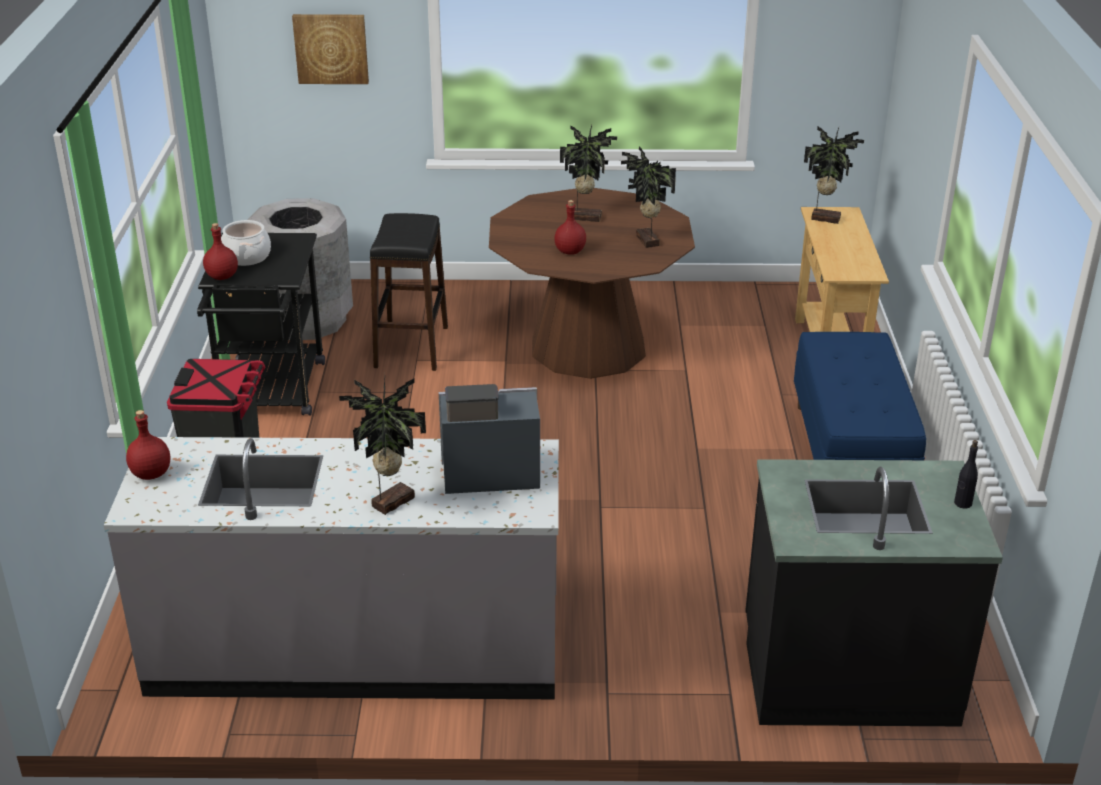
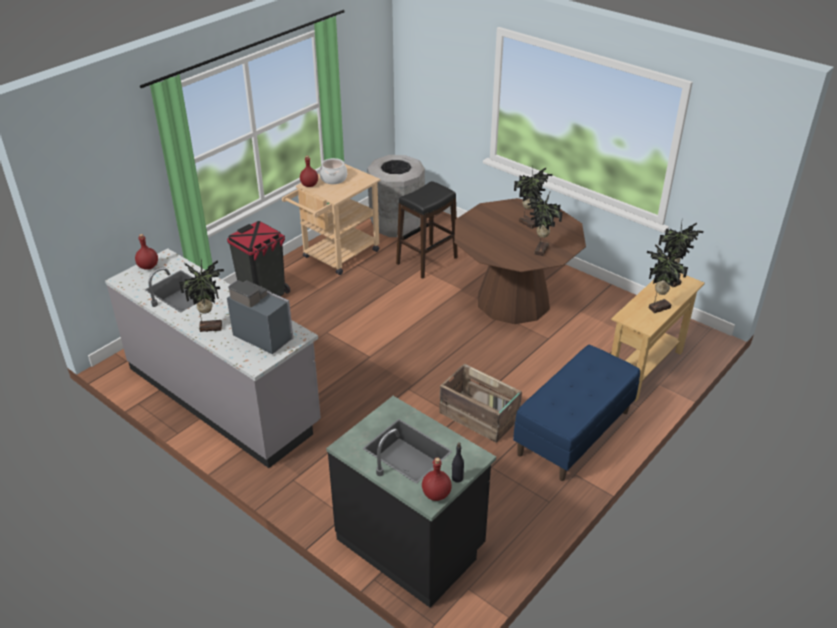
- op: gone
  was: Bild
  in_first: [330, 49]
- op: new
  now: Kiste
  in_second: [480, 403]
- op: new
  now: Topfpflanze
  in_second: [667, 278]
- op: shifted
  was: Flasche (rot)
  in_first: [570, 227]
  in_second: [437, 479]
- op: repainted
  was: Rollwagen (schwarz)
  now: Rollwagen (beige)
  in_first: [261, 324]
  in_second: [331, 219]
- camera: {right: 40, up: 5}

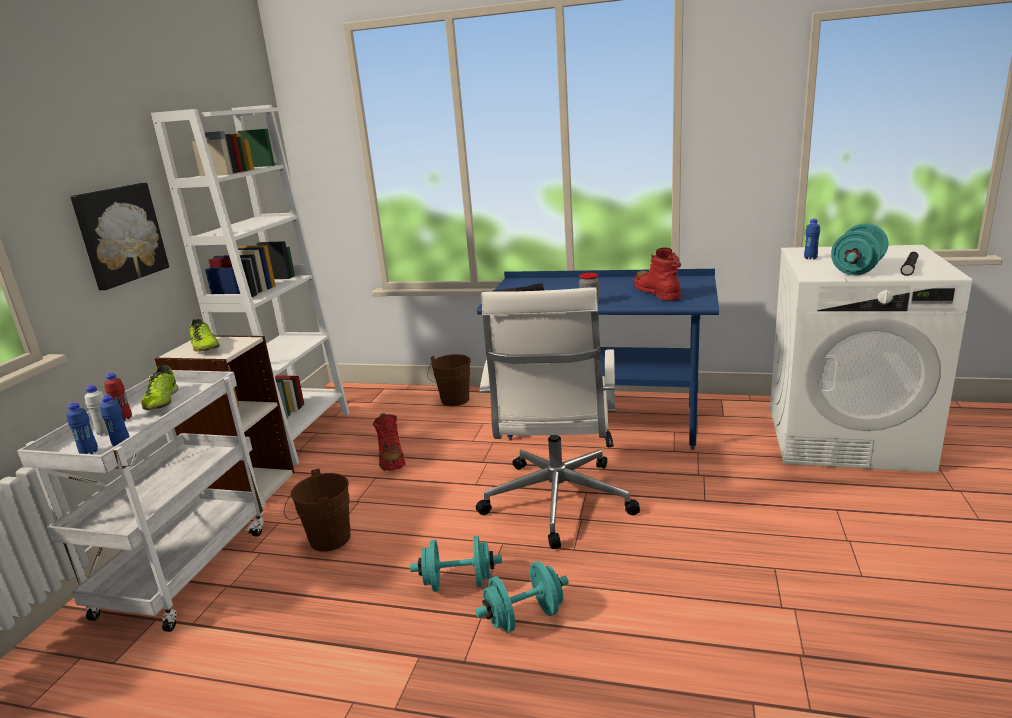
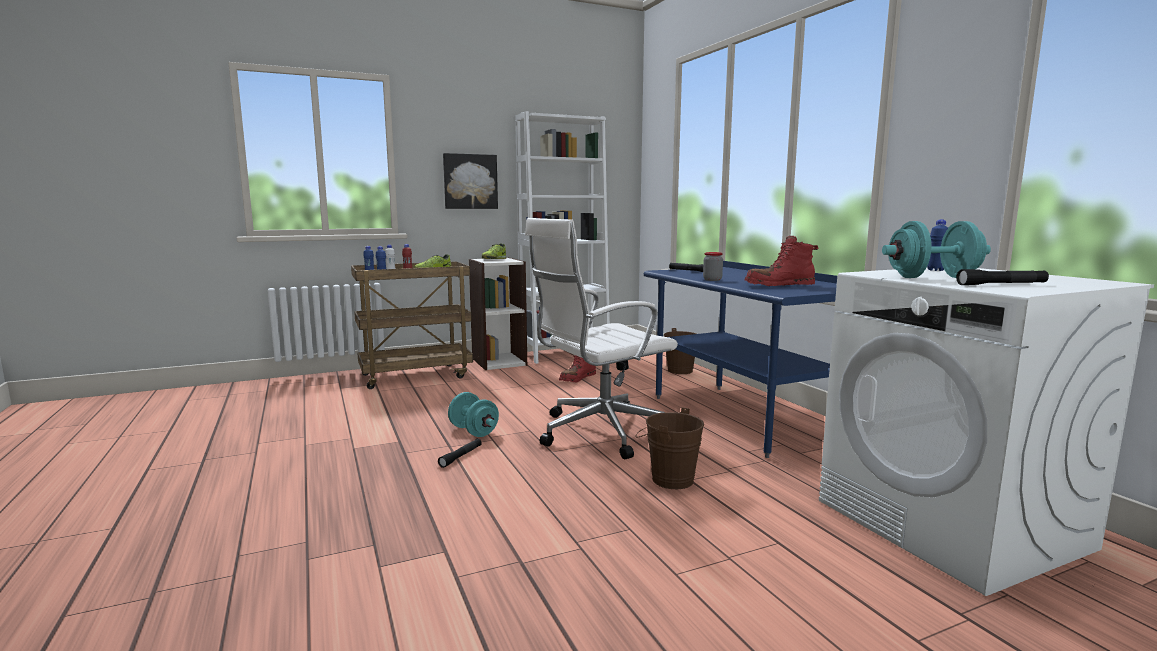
- op: shifted
  was: Eimer (braun)
  in_first: [317, 510]
  in_second: [669, 448]
- op: swapped
  was: Hantel (türkis)
  now: Taschenlampe (schwarz)
  in_first: [522, 597]
  in_second: [460, 453]
- op: repainted
  was: Rollwagen (weiß)
  now: Rollwagen (braun)
  in_first: [141, 501]
  in_second: [412, 325]
- op: rotated
  was: Stiefel (rot)
  in_first: [657, 274]
  in_second: [782, 261]
  clockwise: -135
- camera: {right: 50, up: -10}

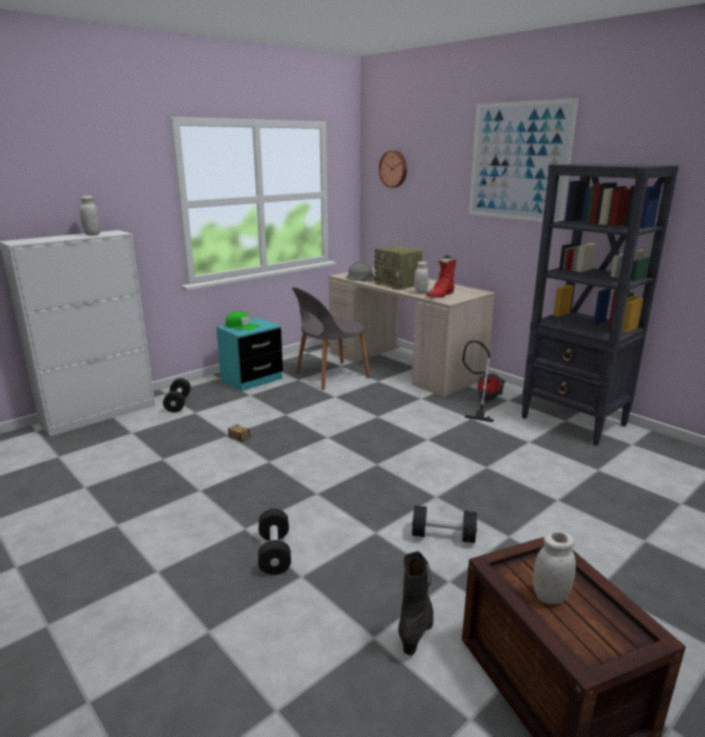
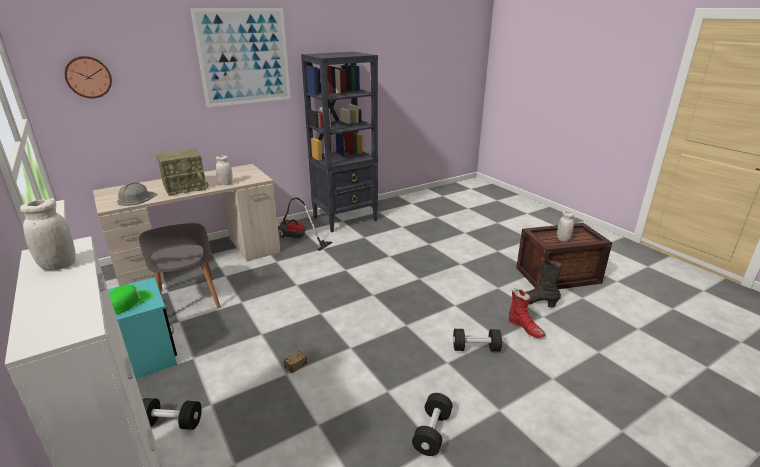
- op: shifted
  was: Hantel (schwarz)
  in_first: [445, 524]
  in_second: [432, 424]
- op: shifted
  was: Stiefel (rot)
  in_first: [441, 276]
  in_second: [527, 313]
- camera: {right: -80, up: 5}

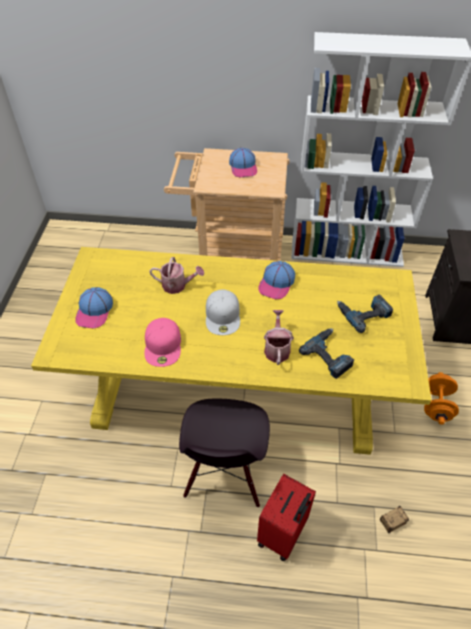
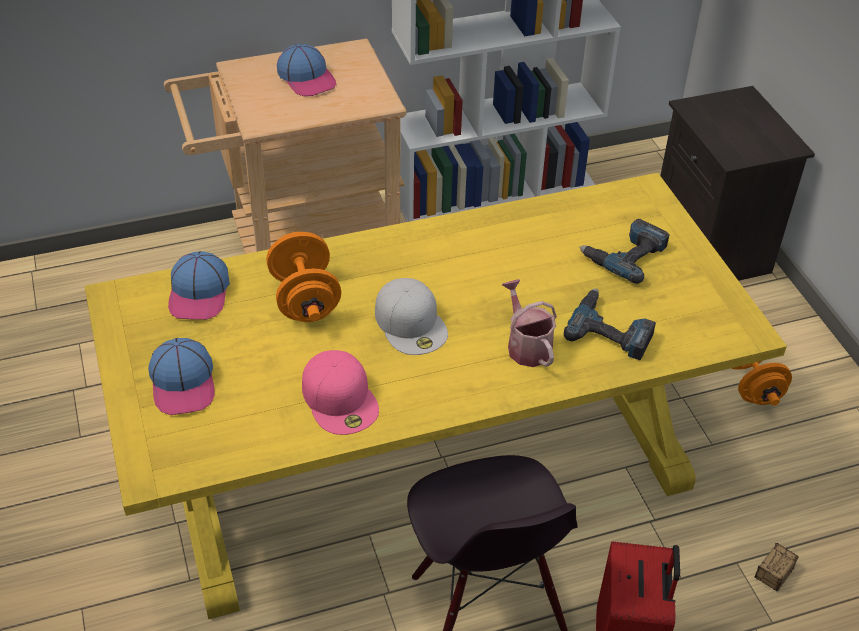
- op: shifted
  was: Kappe
  in_first: [276, 280]
  in_second: [199, 285]
- op: swapped
  was: Gießkanne
  now: Hantel (orange)
  in_first: [176, 275]
  in_second: [303, 277]
- camera: {right: -25, up: -5}

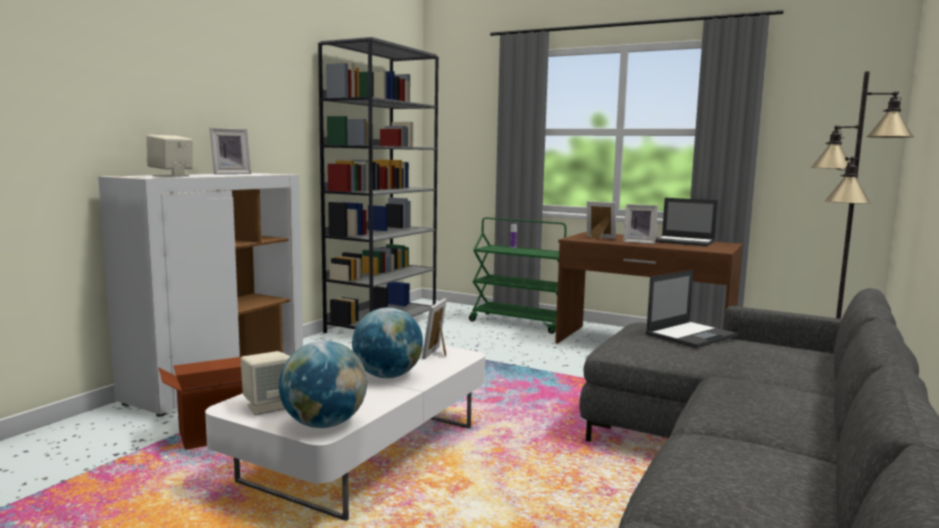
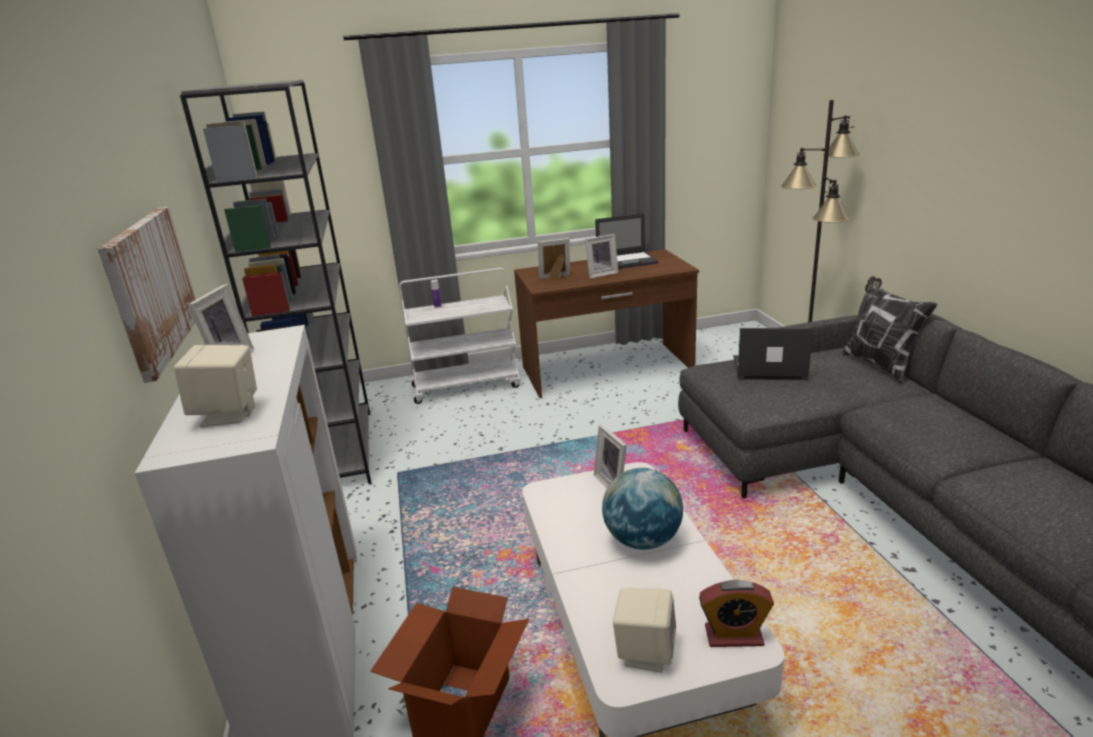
- op: new
  now: Bild
  in_second: [147, 295]
- op: new
  now: Kissen
  in_second: [890, 330]
- op: swapped
  was: Globus
  now: Wecker
  in_first: [323, 384]
  in_second: [736, 613]
- op: repainted
  was: Rollwagen (grün)
  now: Rollwagen (weiß)
  in_first: [518, 275]
  in_second: [459, 336]
- op: rotated
  was: Laptop
  in_first: [692, 309]
  in_second: [773, 354]
  clockwise: -90
- camera: {right: -40, up: 15}

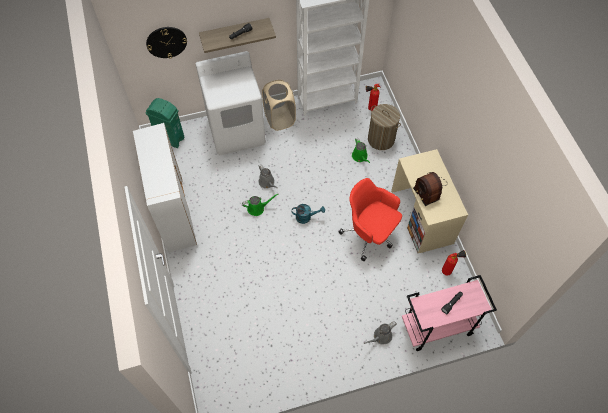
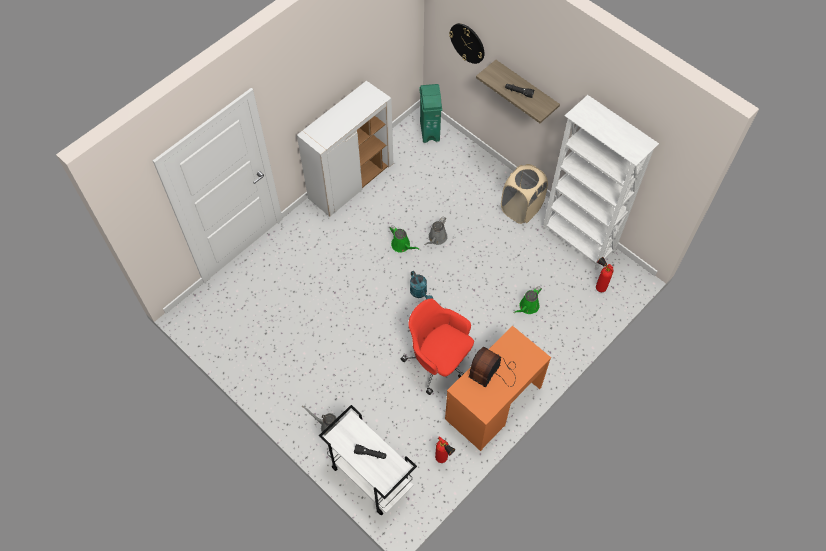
- op: gone
  was: Waschmaschine (weiß)
  in_first: [230, 103]
- op: gone
  was: Wäschekorb
  in_first: [384, 127]
- op: repainted
  was: Schreibtisch (beige)
  now: Schreibtisch (orange)
  in_first: [429, 201]
  in_second: [498, 388]
- op: repainted
  was: Rollwagen (rosa)
  now: Rollwagen (weiß)
  in_first: [449, 313]
  in_second: [368, 460]
- op: rotated
  was: Bürostuhl (rot)
  in_first: [370, 219]
  in_second: [437, 346]
  clockwise: -60
- camera: {right: 60, up: 0}

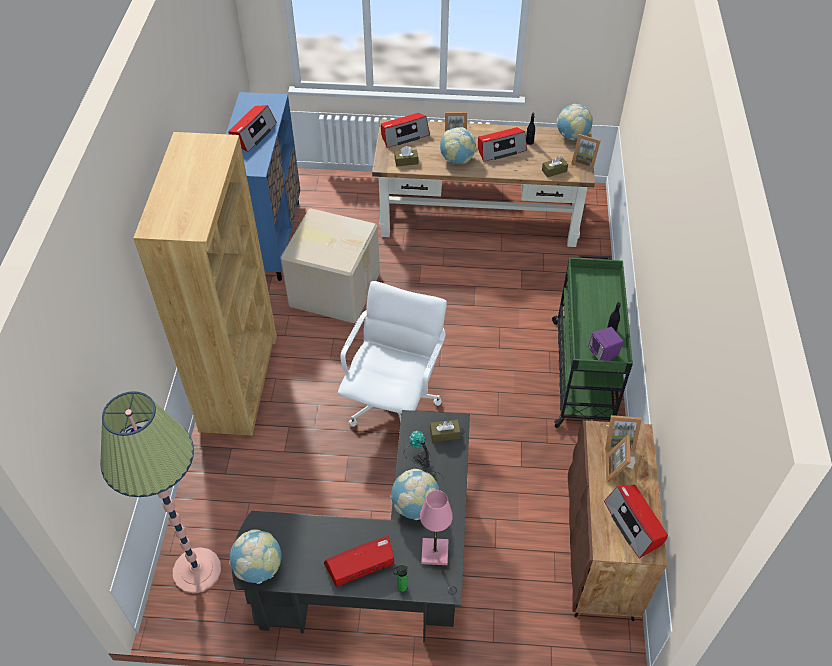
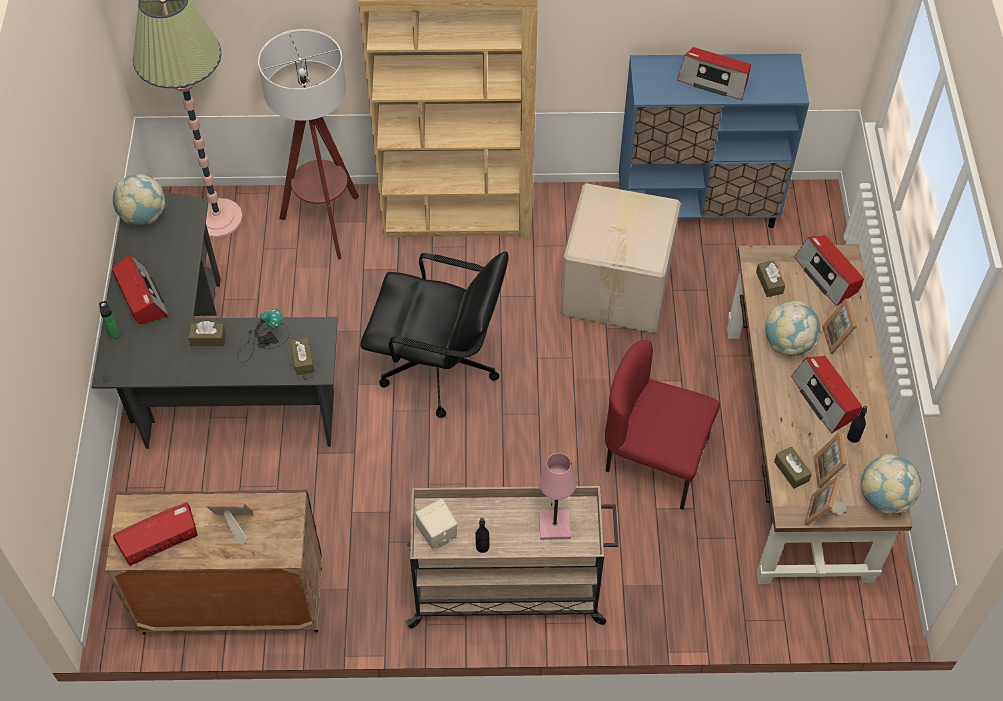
- op: new
  now: Stehlampe
  in_second: [308, 144]
- op: new
  now: Stuhl (rot)
  in_second: [662, 425]
- op: shifted
  was: Tischlampe (rosa)
  in_first: [436, 527]
  in_second: [557, 496]
- op: shifted
  was: Bilderrahmen
  in_first: [623, 434]
  in_second: [831, 460]
- op: swapped
  was: Globus
  now: Taschentuchbox (braun)
  in_first: [414, 494]
  in_second: [207, 333]
- op: repainted
  was: Bürostuhl (weiß)
  now: Bürostuhl (schwarz)
  in_first: [392, 354]
  in_second: [434, 334]
- op: repainted
  was: Rollwagen (grün)
  now: Rollwagen (beige)
  in_first: [592, 341]
  in_second: [511, 557]
- op: repainted
  was: Lautsprecher (lila)
  now: Lautsprecher (beige)
  in_first: [606, 344]
  in_second: [436, 523]
- camera: {right: 85, up: 5}

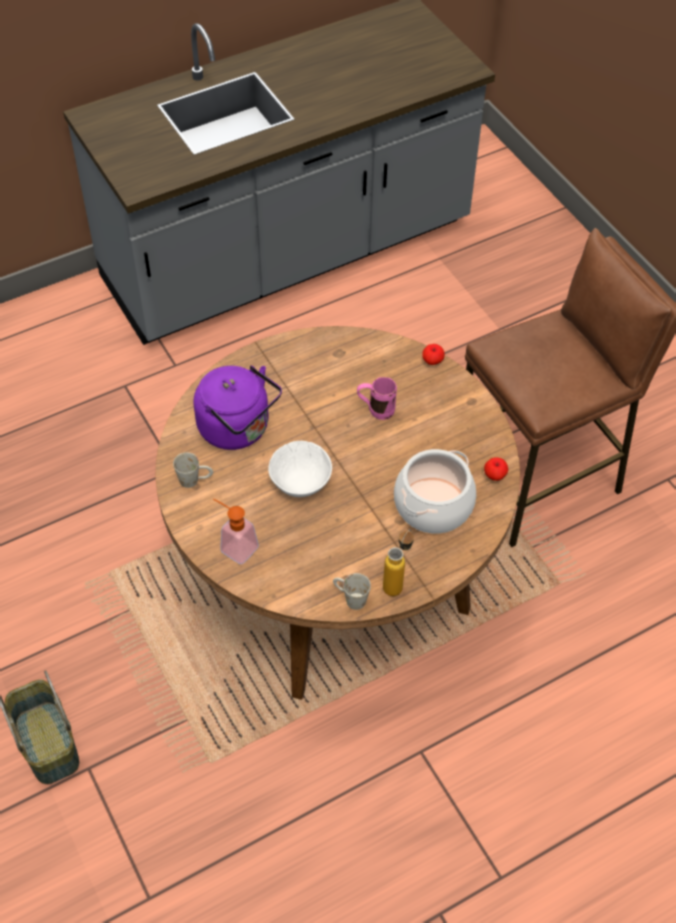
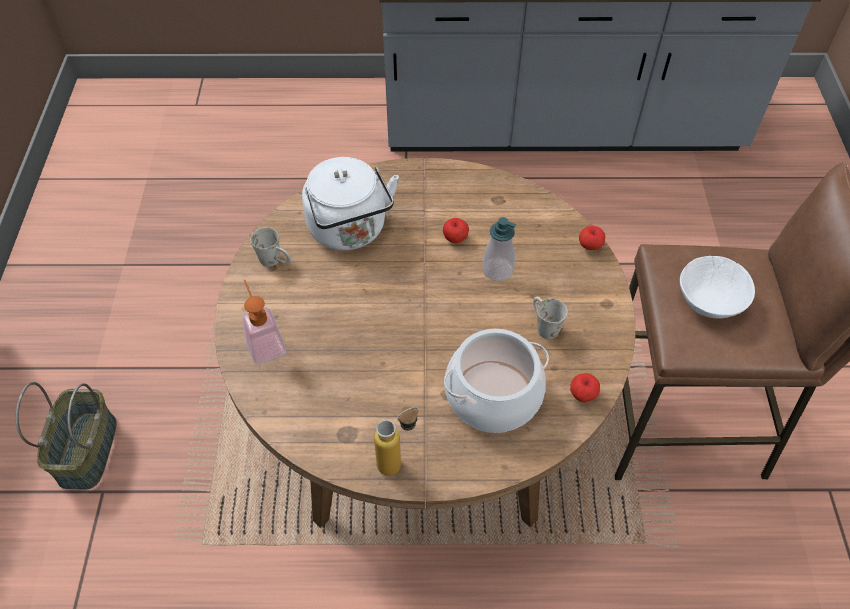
- op: new
  now: Apfel
  in_second: [456, 230]
- op: shifted
  was: Schüssel (weiß)
  in_first: [300, 469]
  in_second: [717, 287]
- op: shifted
  was: Henkelbecher (weiß)
  in_first: [352, 591]
  in_second: [550, 318]
- op: swapped
  was: Henkelbecher (rosa)
  now: Seifenspender
  in_first: [377, 398]
  in_second: [499, 249]
- op: repainted
  was: Wasserkessel (lila)
  now: Wasserkessel (weiß)
  in_first: [238, 407]
  in_second: [350, 204]
- camera: {right: 30, up: 0}

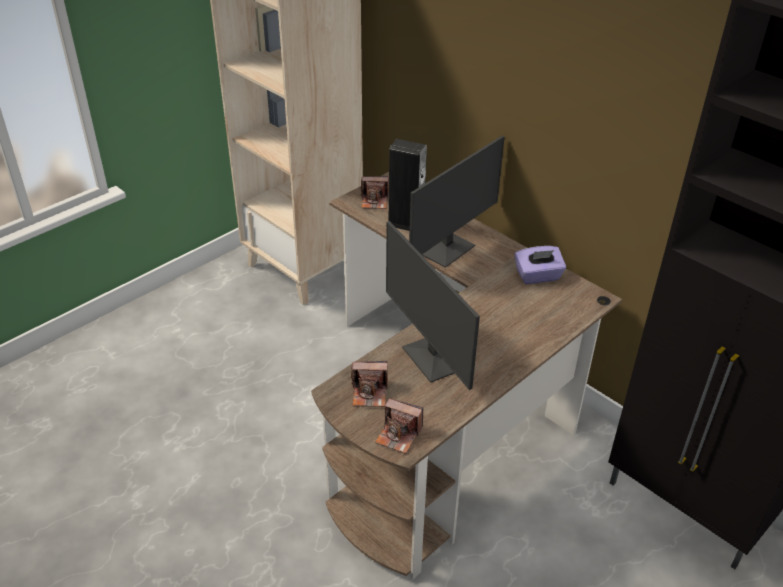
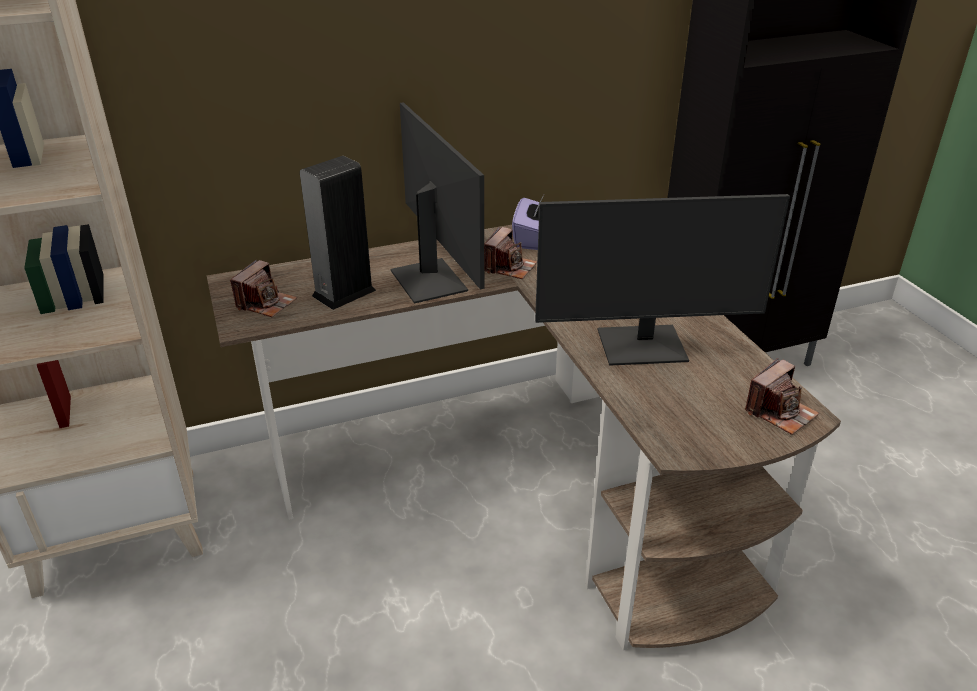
- op: shifted
  was: Kamera
  in_first: [369, 384]
  in_second: [510, 253]
- camera: {right: -65, up: -5}

